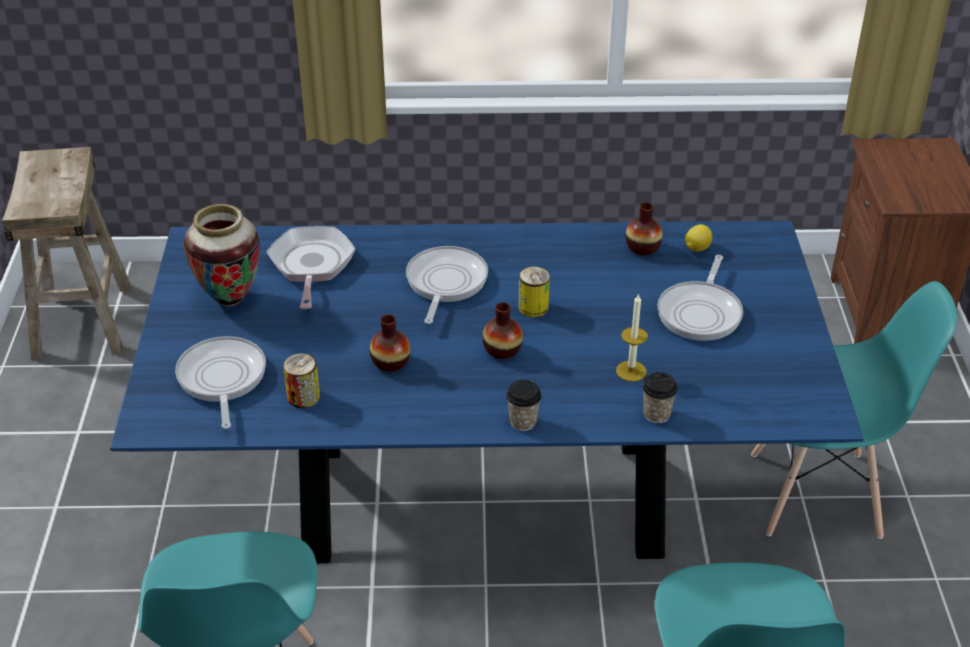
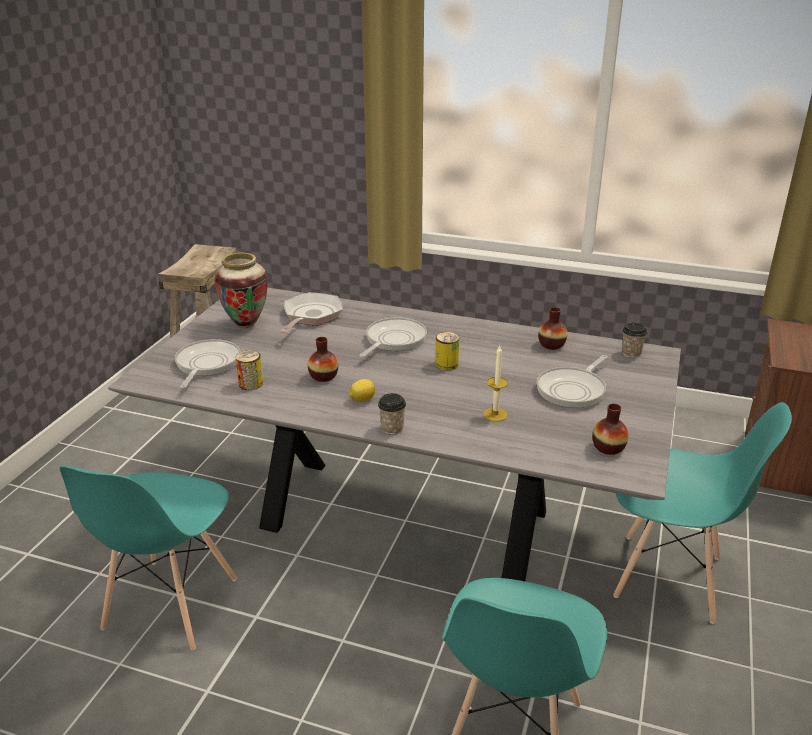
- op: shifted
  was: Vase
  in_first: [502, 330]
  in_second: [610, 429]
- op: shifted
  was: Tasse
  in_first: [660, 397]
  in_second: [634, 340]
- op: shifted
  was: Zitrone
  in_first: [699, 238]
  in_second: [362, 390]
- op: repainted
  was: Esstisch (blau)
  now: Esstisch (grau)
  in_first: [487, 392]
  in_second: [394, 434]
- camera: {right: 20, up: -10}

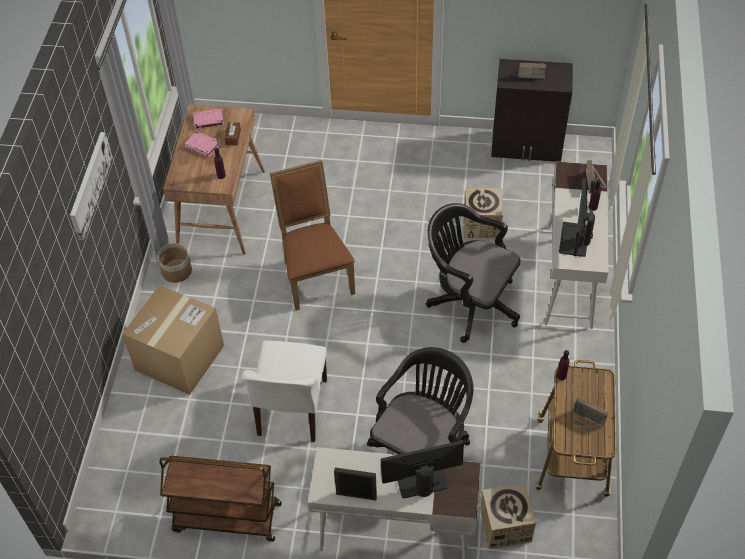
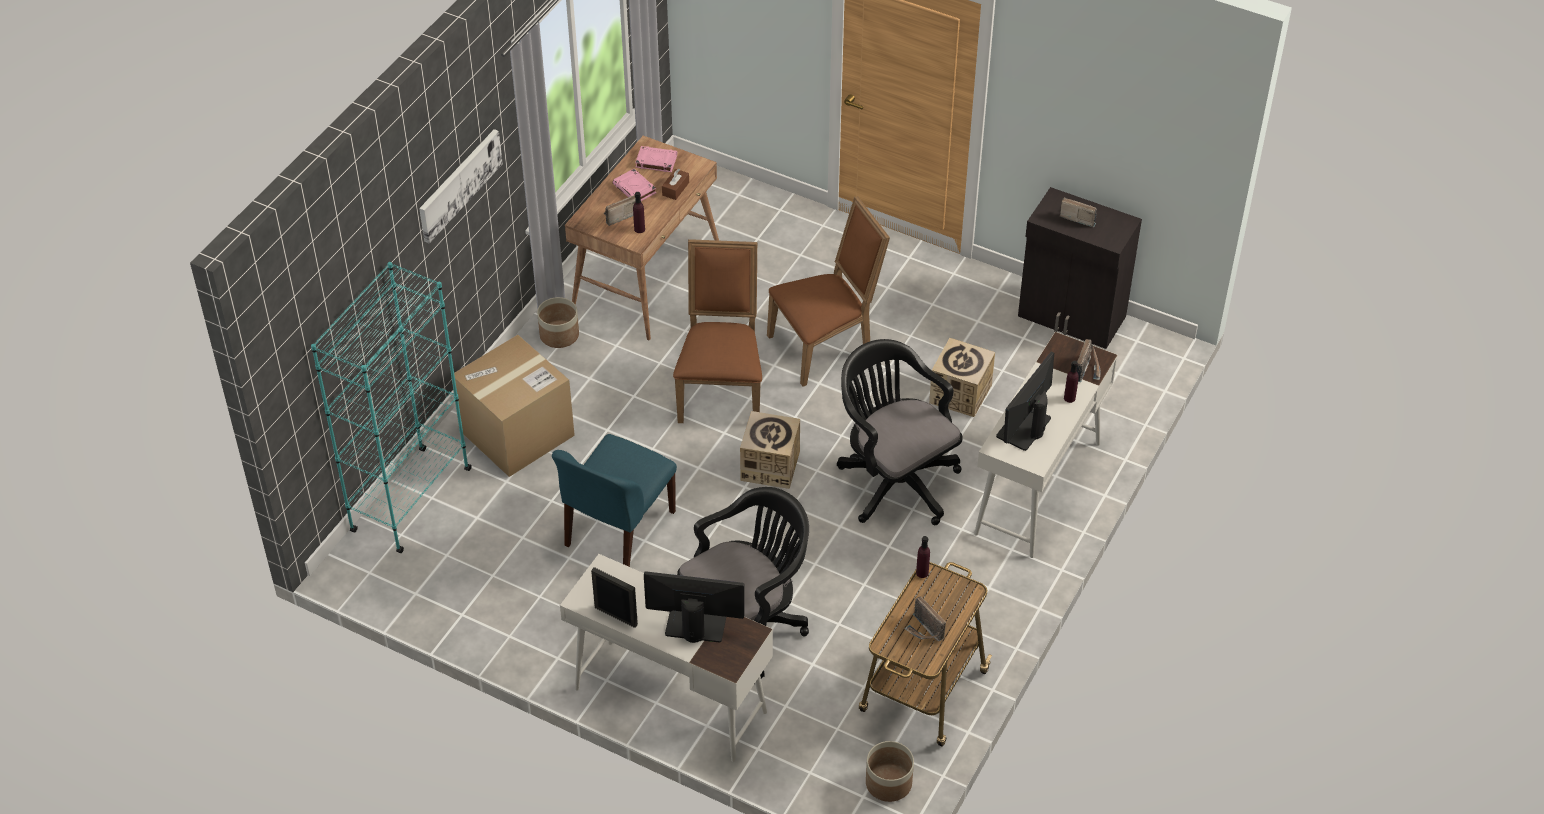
- op: gone
  was: Rollwagen (braun)
  in_first: [220, 499]
- op: new
  now: Bücherregal (türkis)
  in_second: [391, 407]
- op: new
  now: Radio
  in_second: [619, 210]
- op: new
  now: Stuhl (braun)
  in_second: [828, 291]
- op: new
  now: Pflanzkübel
  in_second: [890, 771]
- op: shifted
  was: Karton
  in_first: [508, 516]
  in_second: [770, 450]
- op: repainted
  was: Stuhl (weiß)
  now: Stuhl (blau)
  in_first: [284, 391]
  in_second: [614, 500]
- camera: {right: 20, up: -5}

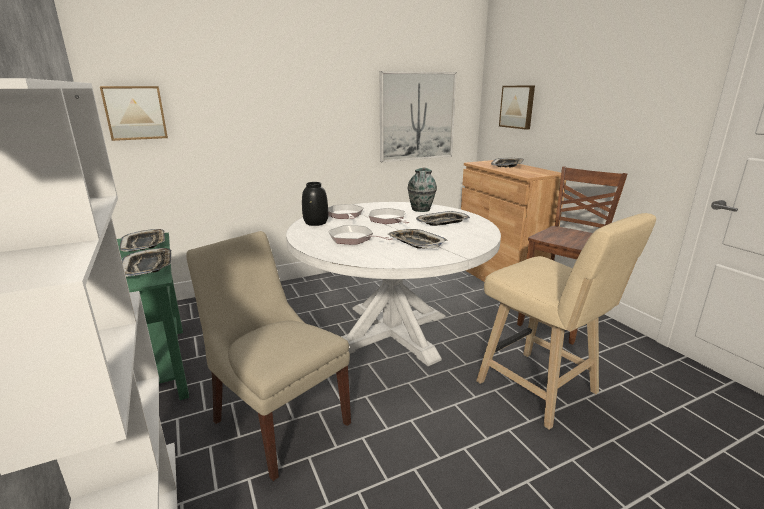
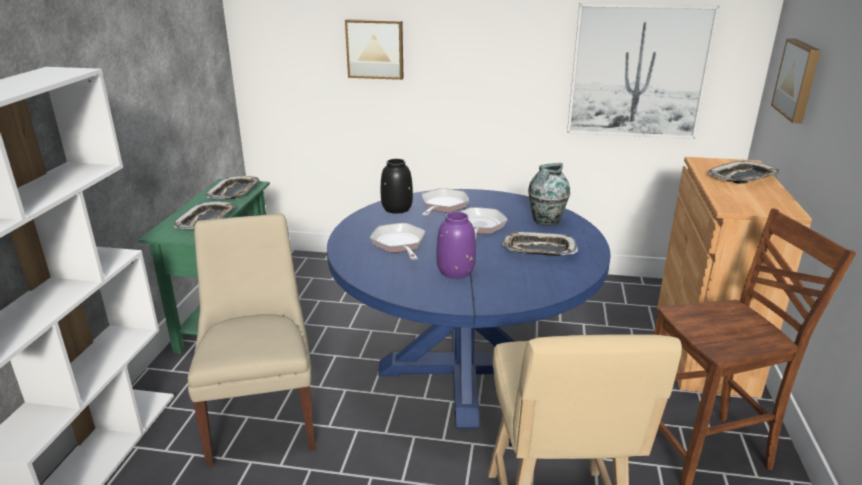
- op: shifted
  was: Bild
  in_first: [134, 113]
  in_second: [374, 49]
- op: swapped
  was: Tablett
  now: Vase (lila)
  in_first: [417, 239]
  in_second: [456, 245]
- op: repainted
  was: Esstisch (weiß)
  now: Esstisch (blau)
  in_first: [393, 284]
  in_second: [468, 309]
- camera: {right: 35, up: 5}

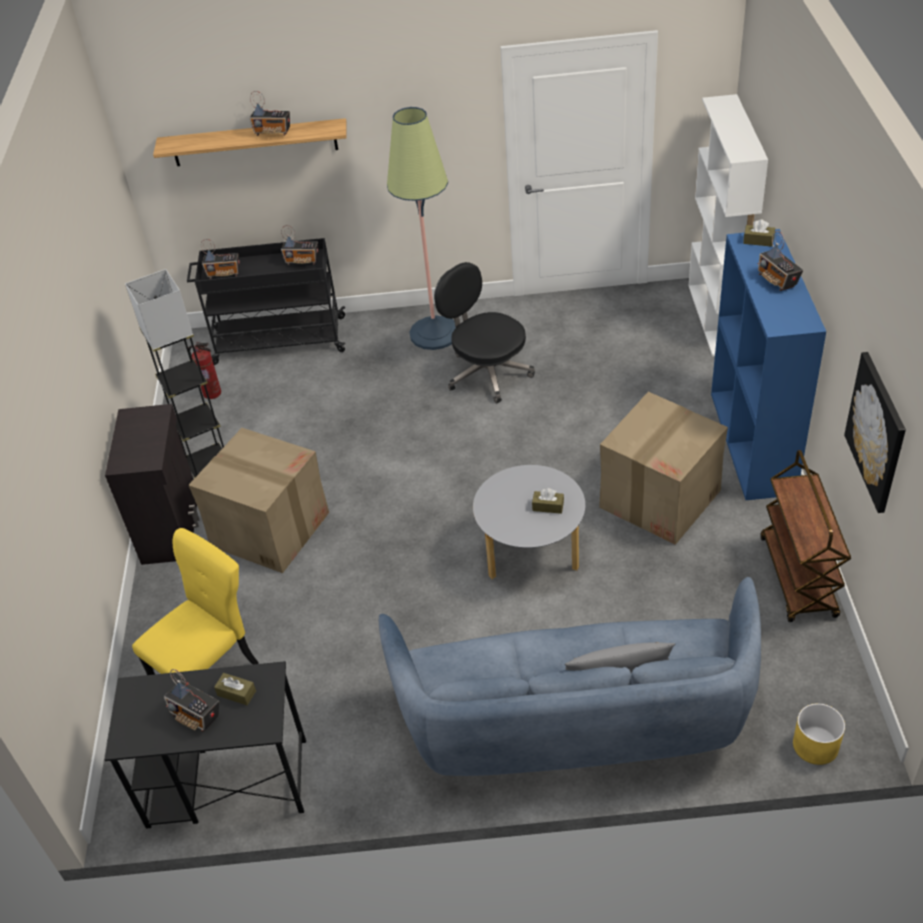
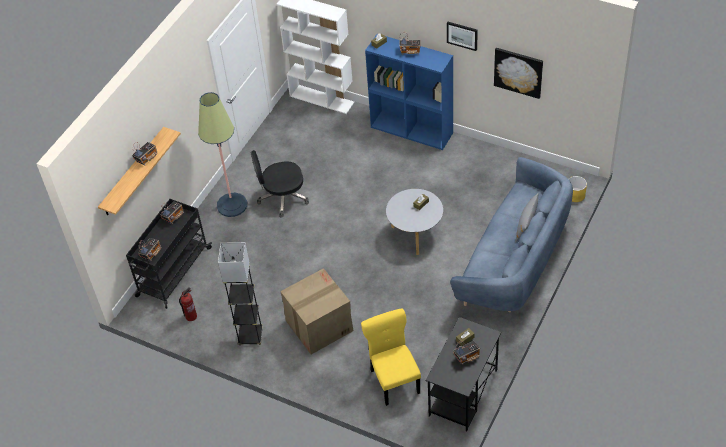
- op: gone
  was: Schrank (schwarz)
  in_first: [152, 484]
- op: gone
  was: Karton
  in_first: [663, 468]
- op: gone
  was: Rollwagen (braun)
  in_first: [805, 536]
- op: new
  now: Bild
  in_second: [462, 36]
- camera: {right: -60, up: 5}

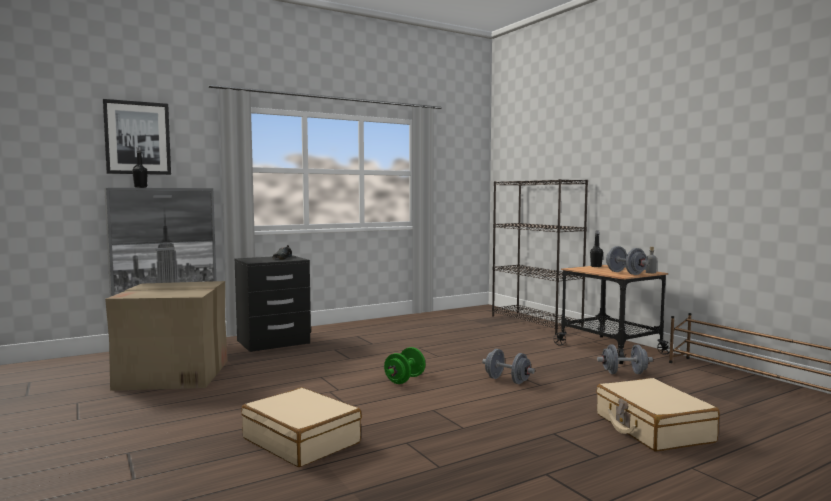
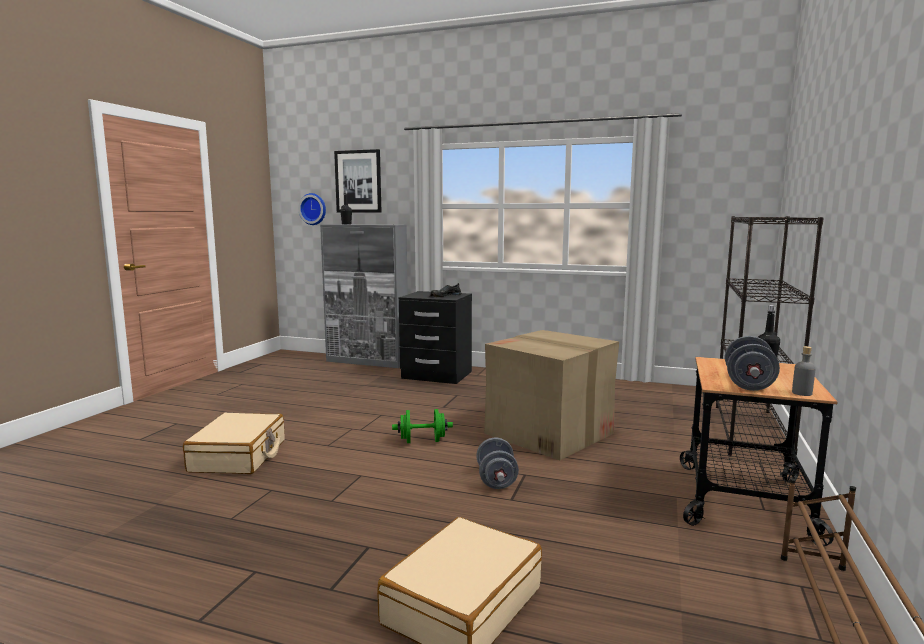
- op: gone
  was: Hantel (grau)
  in_first: [625, 359]
- op: new
  now: Wanduhr
  in_second: [312, 209]
- op: shifted
  was: Karton
  in_first: [166, 336]
  in_second: [551, 395]
- camera: {right: 50, up: 5}

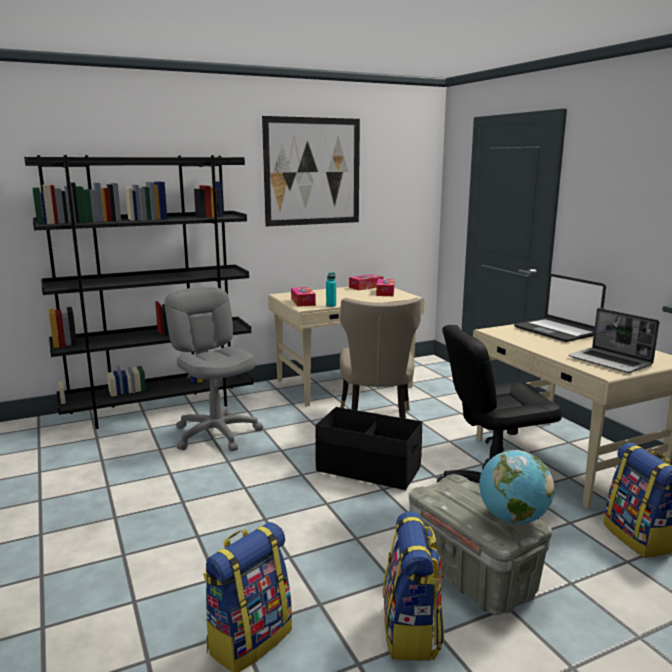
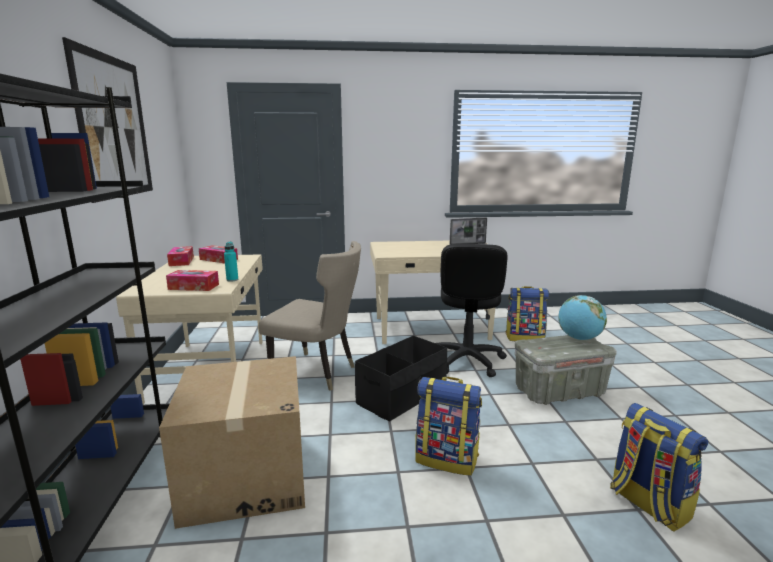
- op: gone
  was: Laptop
  in_first: [560, 308]
- op: shifted
  was: Rucksack
  in_first: [413, 586]
  in_second: [448, 426]
- op: swapped
  was: Bürostuhl (grau)
  now: Karton
  in_first: [213, 369]
  in_second: [232, 442]
- camera: {right: -70, up: 0}

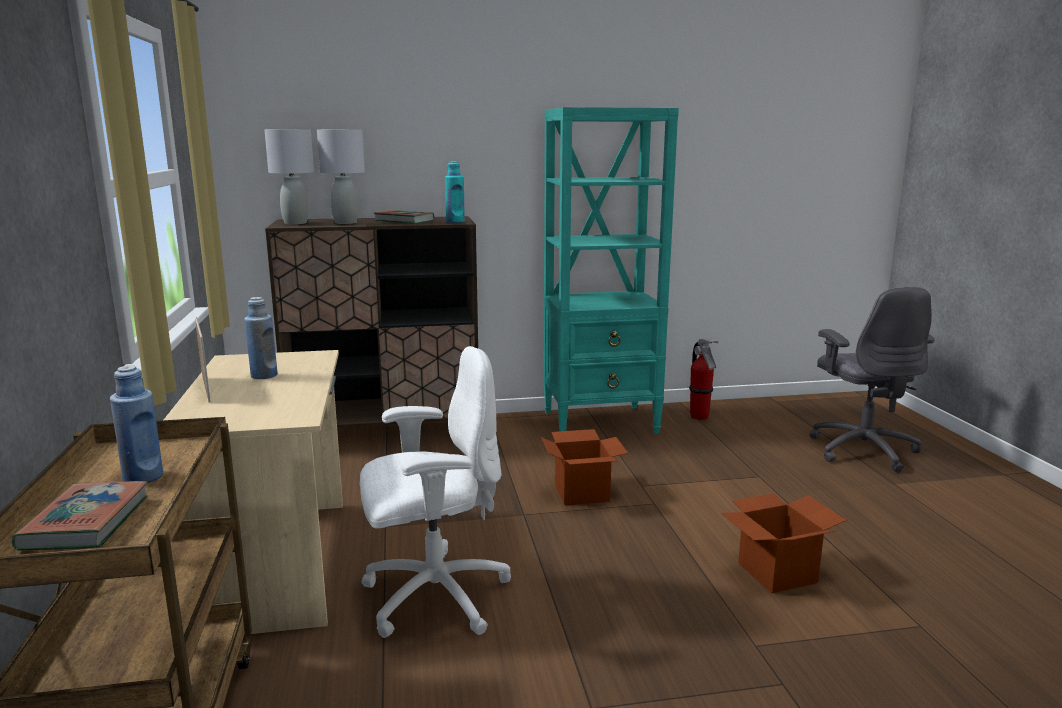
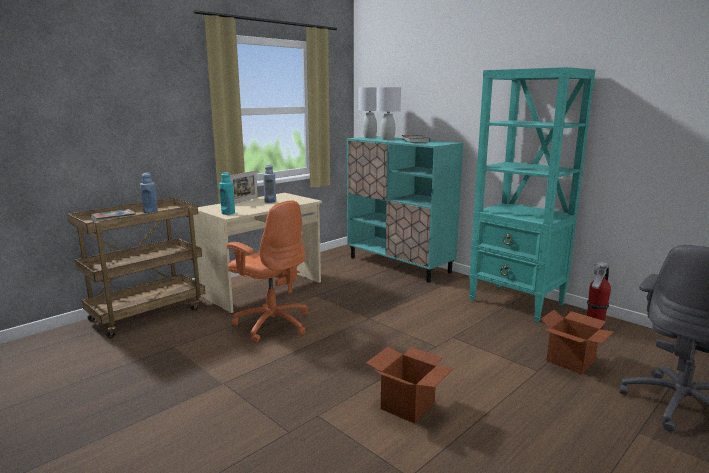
- op: shifted
  was: Flasche (türkis)
  in_first: [455, 192]
  in_second: [227, 193]
- op: shifted
  was: Karton
  in_first: [584, 467]
  in_second: [576, 342]
- op: repainted
  was: Schrank (braun)
  now: Schrank (türkis)
  in_first: [371, 322]
  in_second: [405, 209]
- op: repainted
  was: Bürostuhl (weiß)
  now: Bürostuhl (orange)
  in_first: [435, 492]
  in_second: [267, 271]
- camera: {right: 55, up: 0}

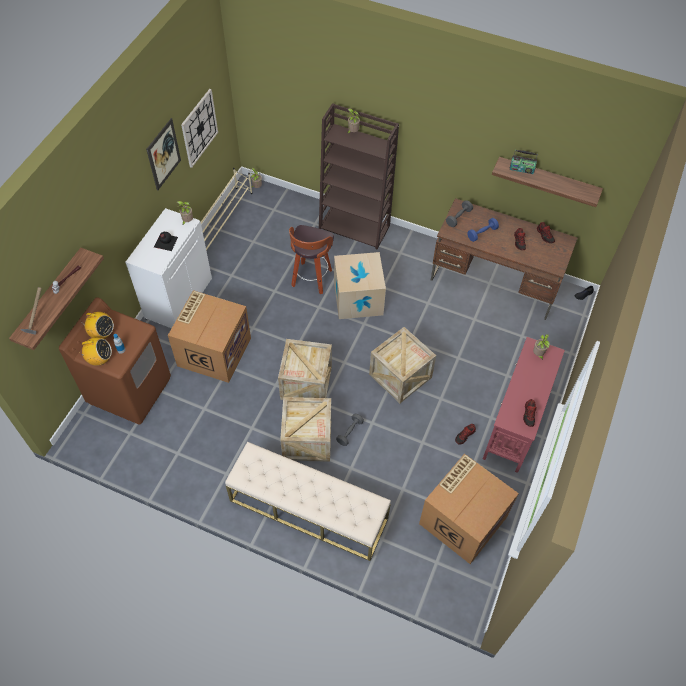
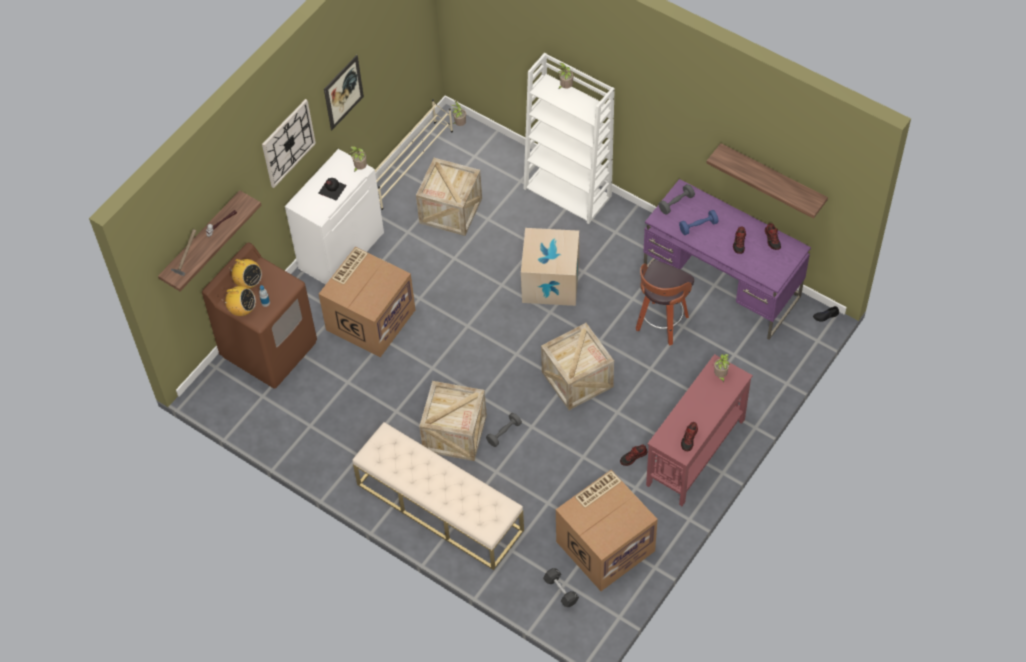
- op: gone
  was: Radio
  in_first: [524, 162]
- op: new
  now: Hantel (schwarz)
  in_second: [561, 587]
- op: shifted
  was: Wanduhr
  in_first: [199, 128]
  in_second: [289, 143]
- op: shifted
  was: Kiste
  in_first: [305, 369]
  in_second: [449, 197]
- op: shifted
  was: Hocker
  in_first: [311, 259]
  in_second: [665, 303]
- op: repainted
  was: Bücherregal (braun)
  now: Bücherregal (weiß)
  in_first: [359, 176]
  in_second: [569, 138]
- op: repainted
  was: Schreibtisch (braun)
  now: Schreibtisch (lila)
  in_first: [504, 259]
  in_second: [727, 259]
- camera: {right: 15, up: 0}

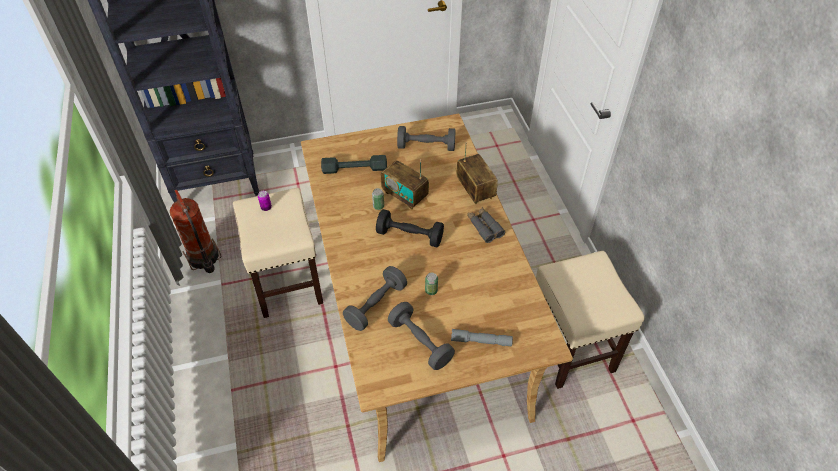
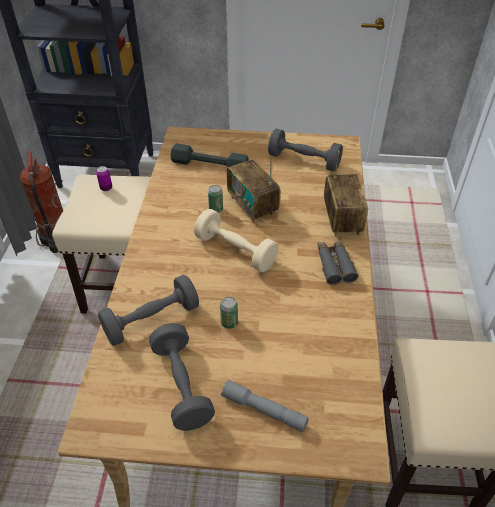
- op: repainted
  was: Hantel (schwarz)
  now: Hantel (beige)
  in_first: [410, 228]
  in_second: [236, 240]
- camera: {right: 20, up: -5}

